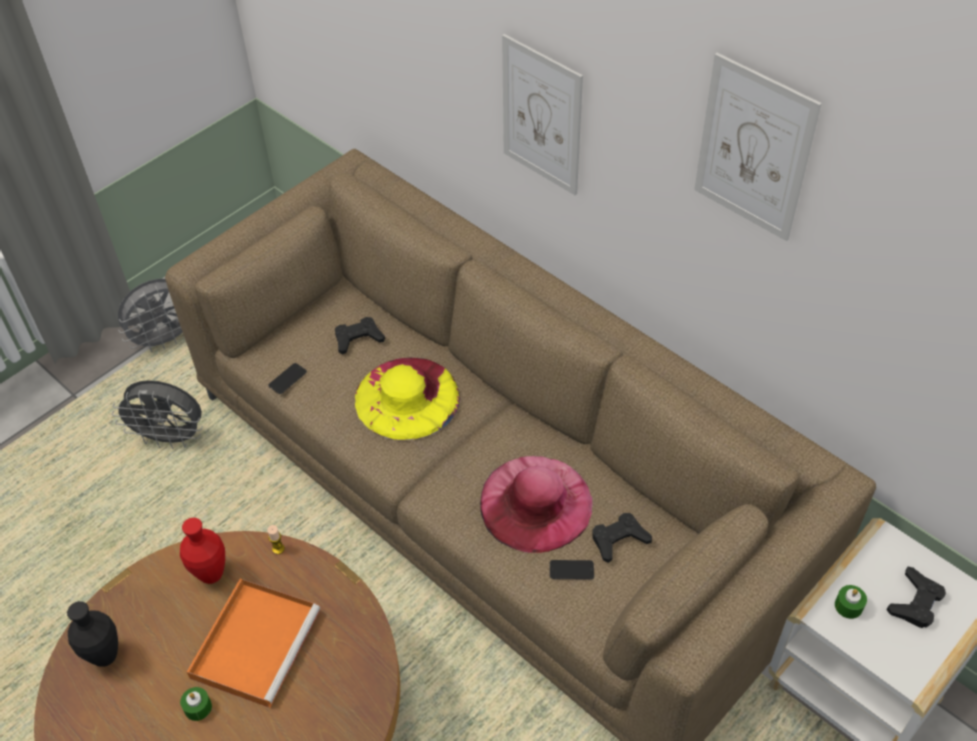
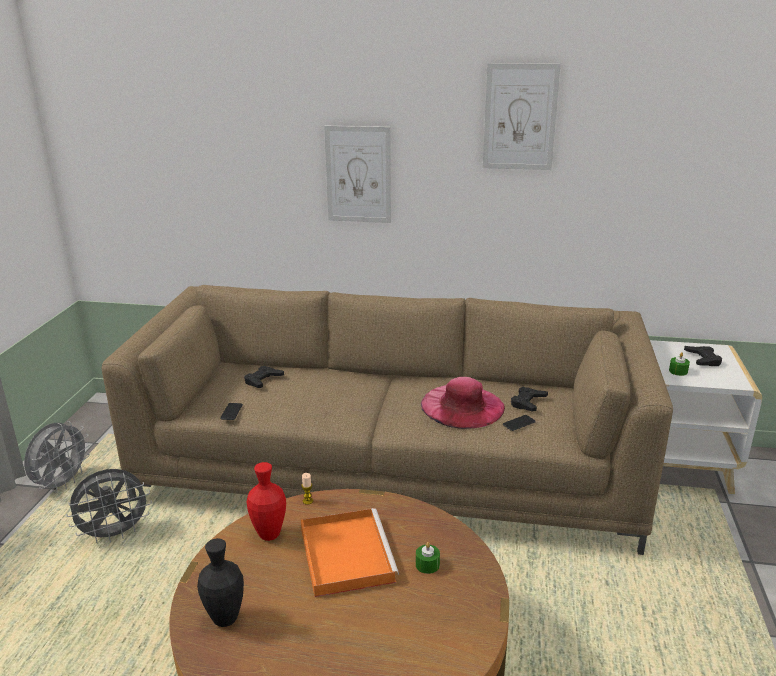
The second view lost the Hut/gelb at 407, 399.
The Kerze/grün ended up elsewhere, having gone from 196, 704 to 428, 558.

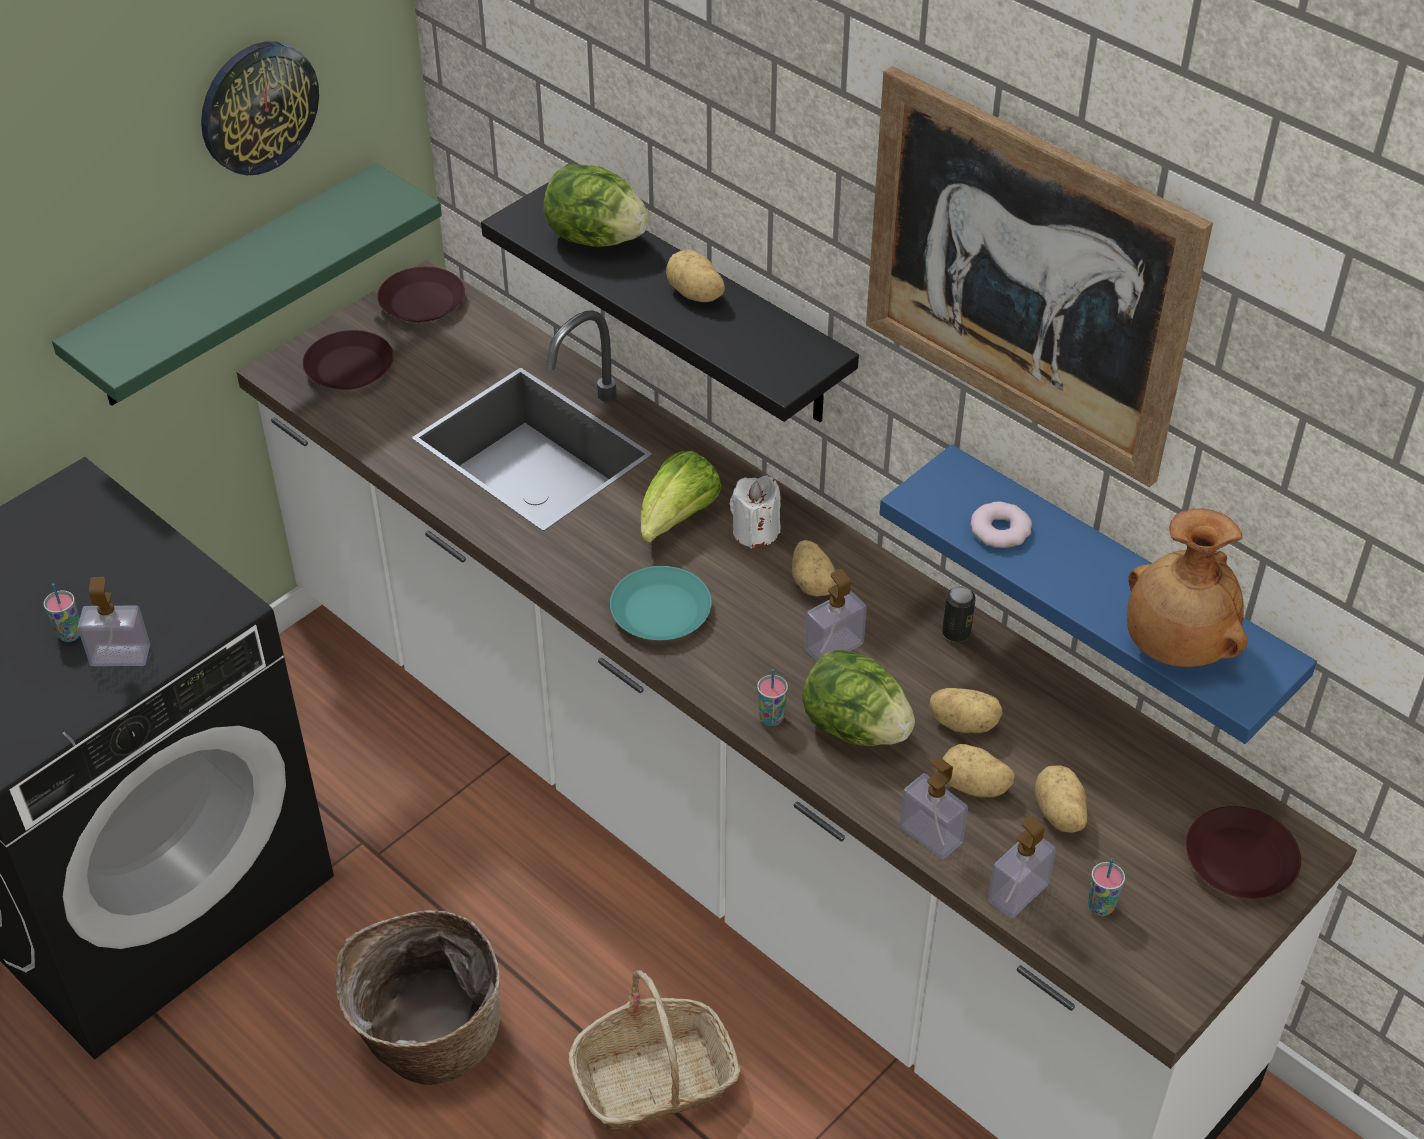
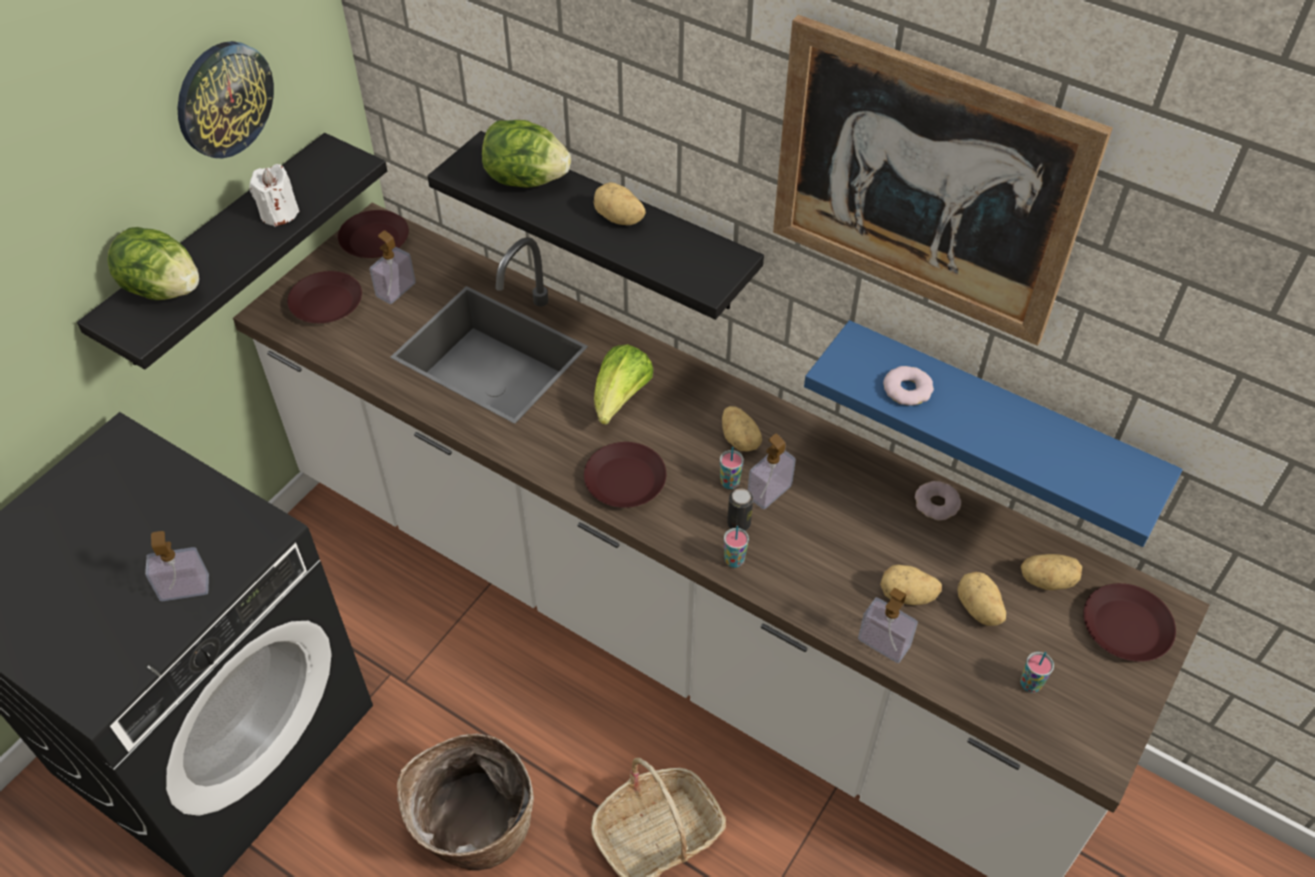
The second view lost the Vase/braun at 1187, 587.
The second view gained the Donut at 938, 500.
The Tasse ended up elsewhere, having gone from 62, 613 to 732, 468.
The Kerze/weiß ended up elsewhere, having gone from 755, 512 to 274, 195.
The Salatkopf ended up elsewhere, having gone from 858, 697 to 153, 263.
The Kartoffel ended up elsewhere, having gone from 966, 710 to 1051, 572.
The Dose ended up elsewhere, having gone from 959, 614 to 740, 509.
The Seifenspender ended up elsewhere, having gone from 1022, 866 to 393, 267.
What was the Wandregal/grün at 247, 284 turned into the Wandregal/schwarz at 232, 251.
What was the Teller/türkis at 661, 603 turned into the Teller/braun at 625, 475.

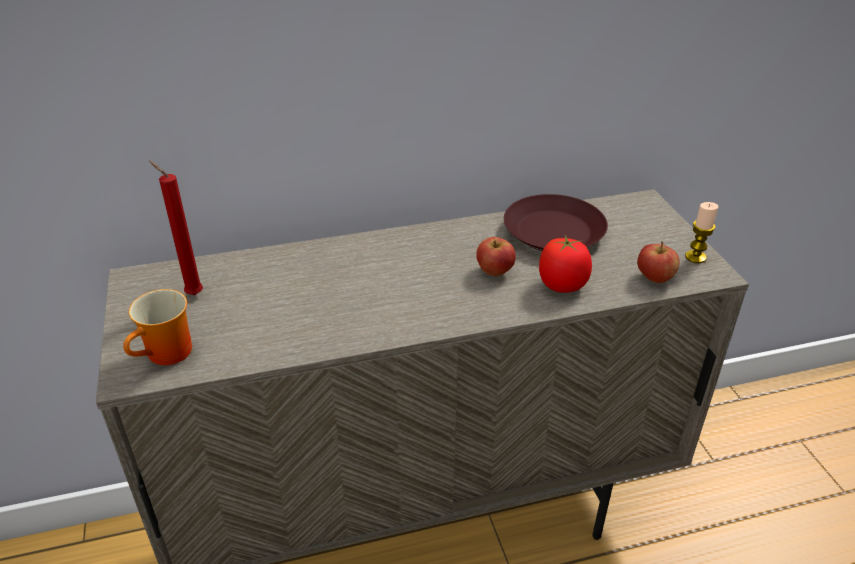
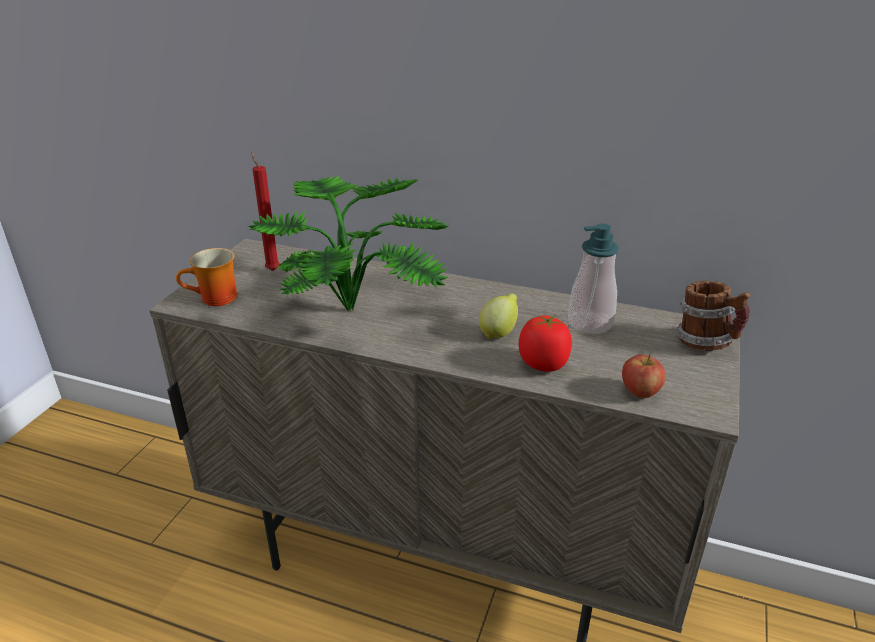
The second view lost the Kerze at 701, 232.
The second view gained the Topfpflanze at 348, 243.
The second view gained the Henkelbecher at 713, 315.
Where the Apfel stood at 496, 256, the Zitrone came to stand at 498, 316.
Where the Teller/braun stood at 556, 222, the Seifenspender came to stand at 593, 279.

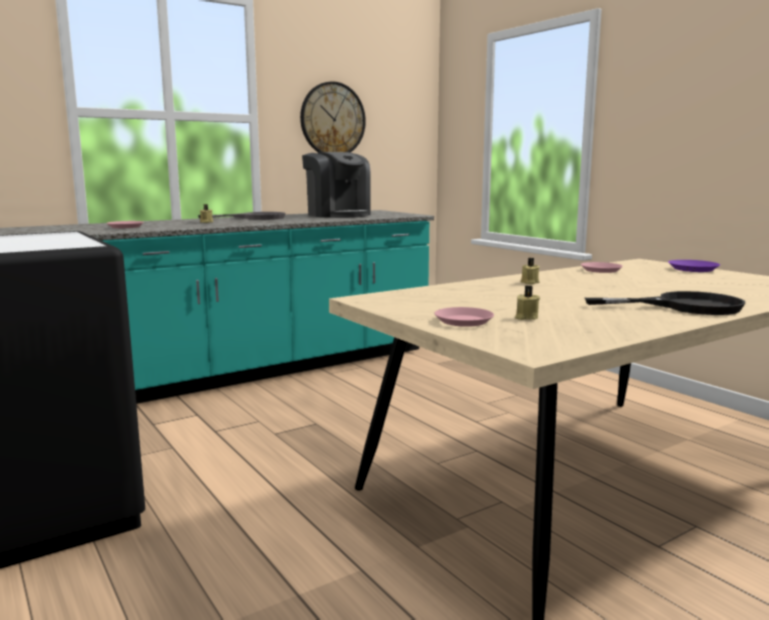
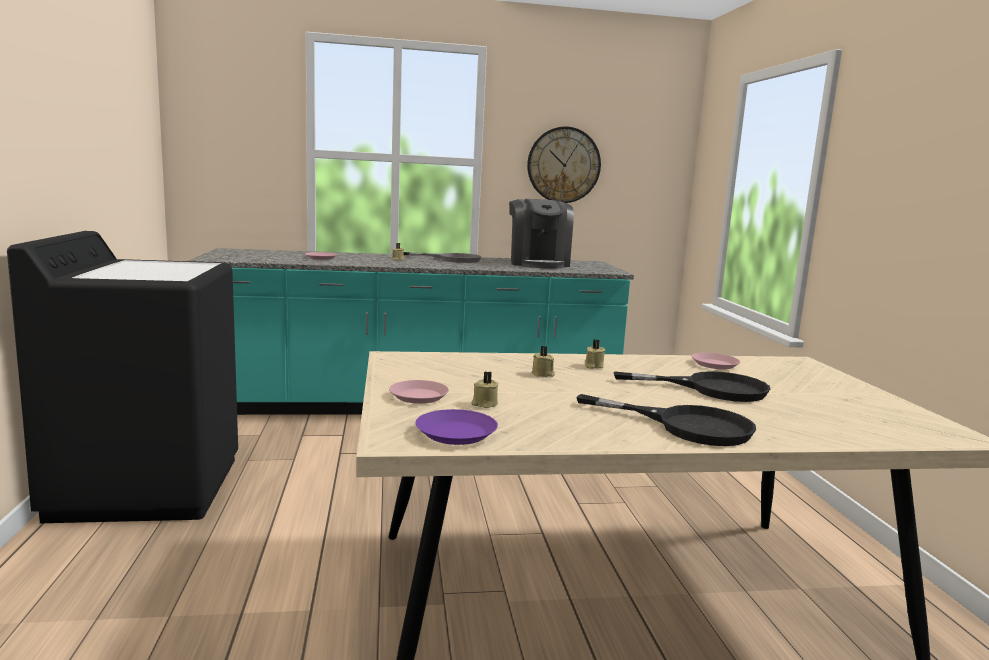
The second view gained the Kerze/beige at 543, 361.
The second view gained the Pfanne/schwarz at 692, 386.
The Teller/lila ended up elsewhere, having gone from 694, 266 to 456, 427.

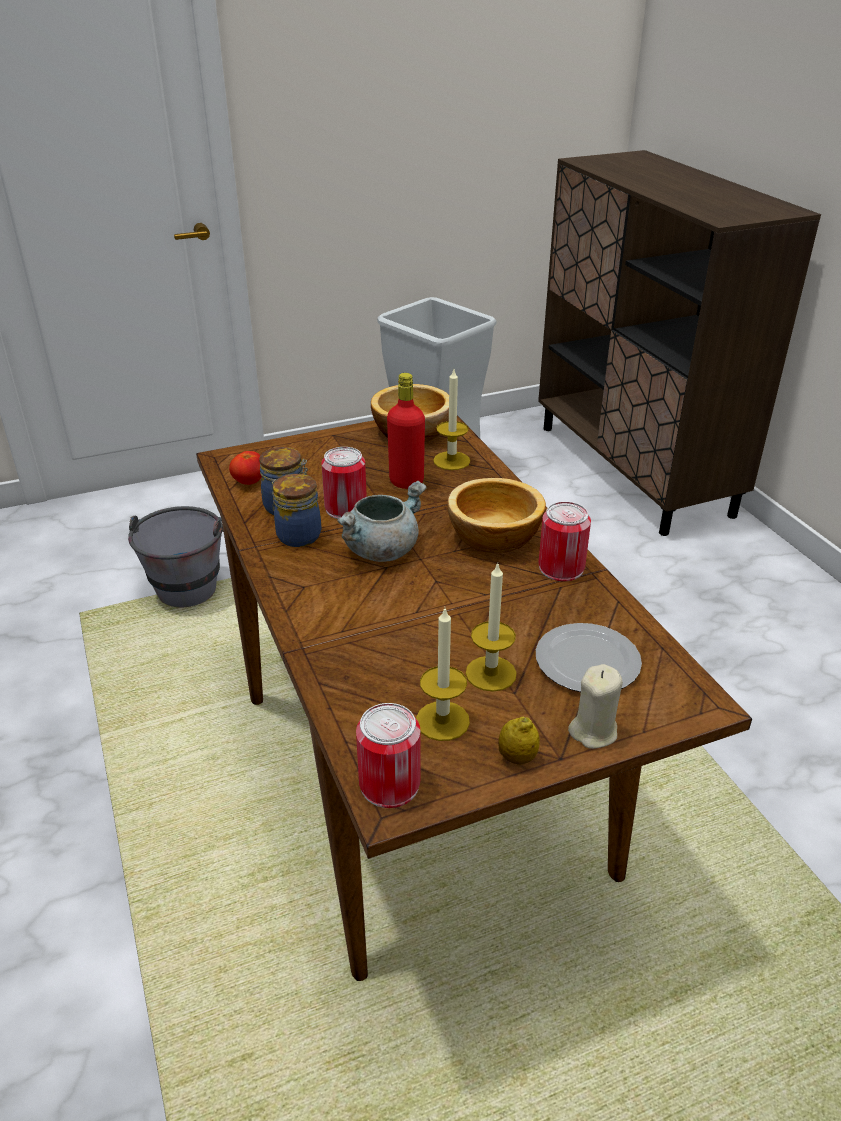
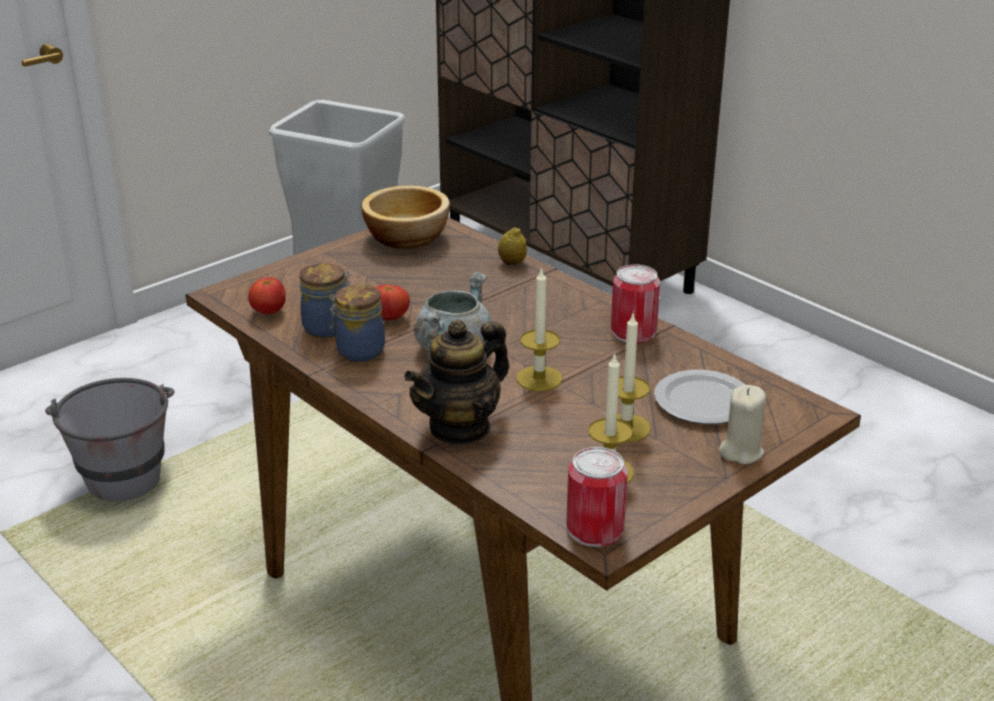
The second view lost the Flasche/rot at 406, 431.
The second view lost the Schüssel at 497, 515.
The second view gained the Teekanne at 456, 383.
The Kerze ended up elsewhere, having gone from 451, 420 to 539, 329.
The Zitrone ended up elsewhere, having gone from 519, 741 to 512, 246.
Where the Dose stood at 344, 483, the Tomate came to stand at 392, 302.

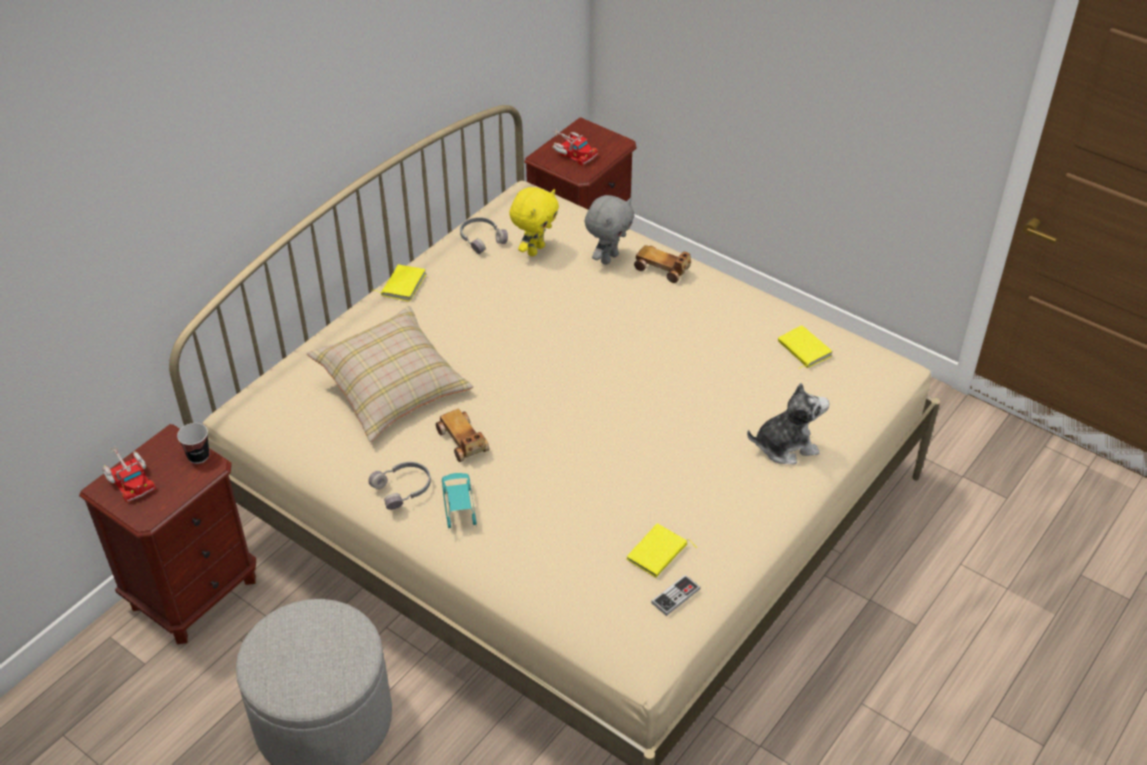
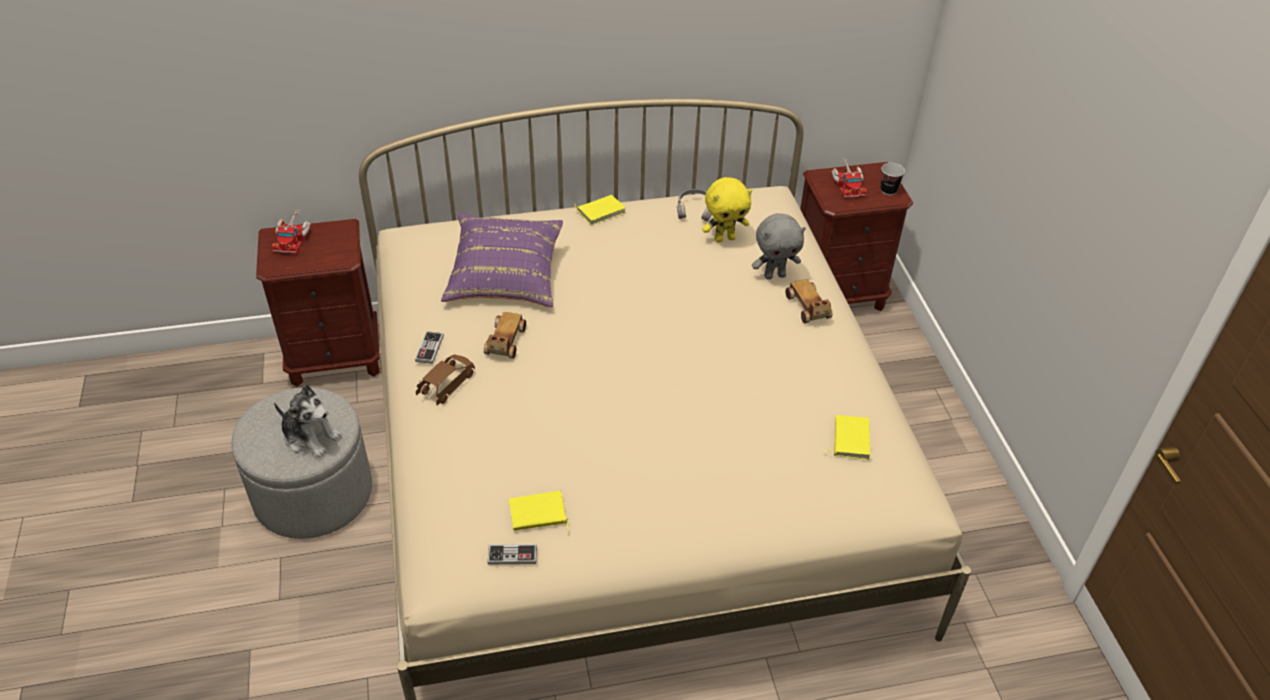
The Tasse ended up elsewhere, having gone from 193, 443 to 892, 179.
The Plüschtier ended up elsewhere, having gone from 788, 424 to 308, 421.
Where the Kopfhörer/grau stood at 399, 486, the Gamepad came to stand at 429, 347.
What was the Kissen/beige at 390, 374 turned into the Kissen/lila at 502, 260.
What was the Spielzeugauto/türkis at 459, 501 turned into the Spielzeugauto/braun at 445, 380.

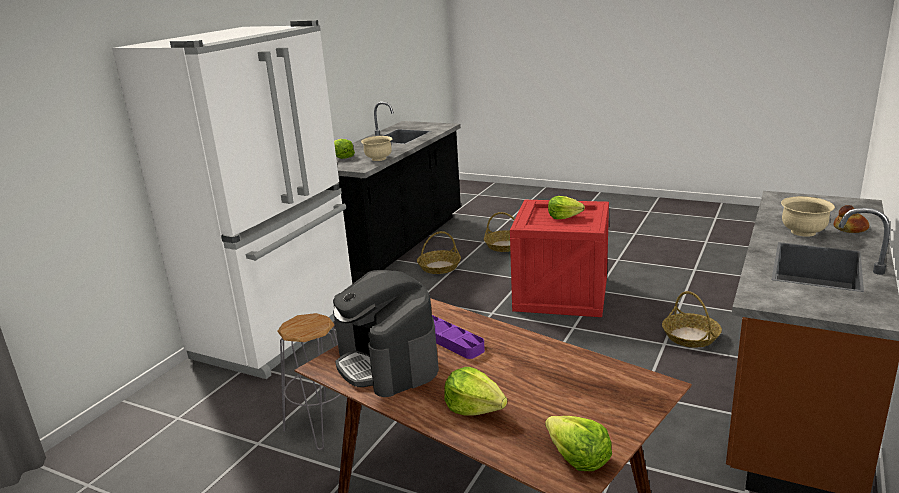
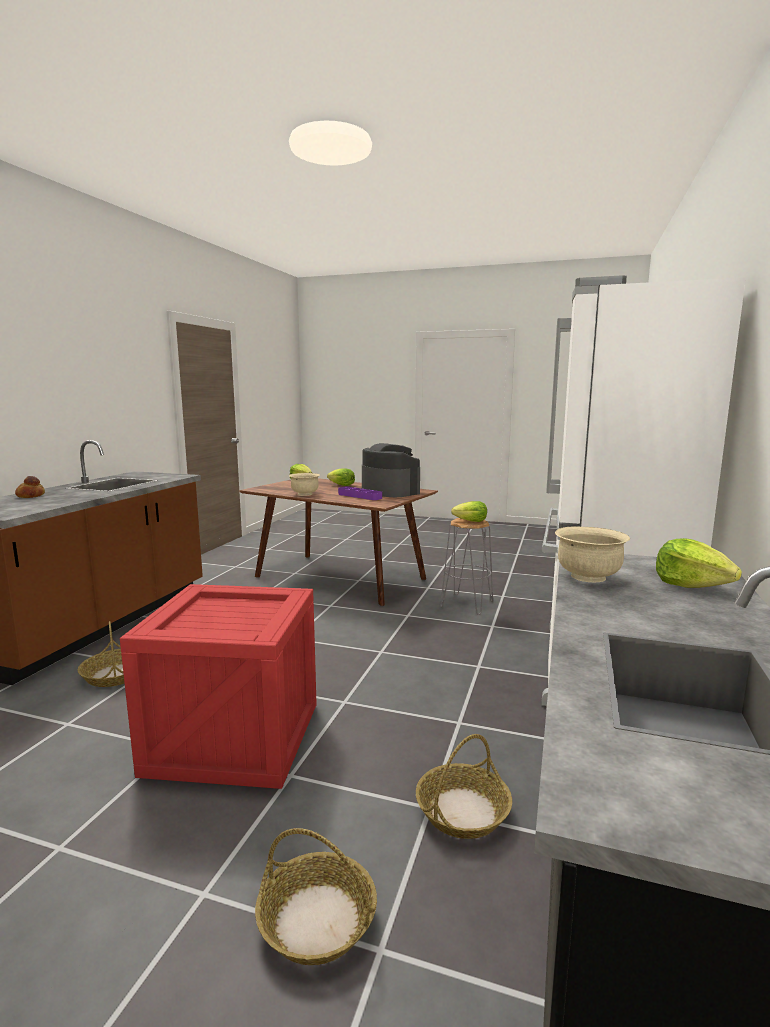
The Salatkopf ended up elsewhere, having gone from 566, 207 to 469, 511.
The Schüssel/beige ended up elsewhere, having gone from 808, 216 to 304, 484.

